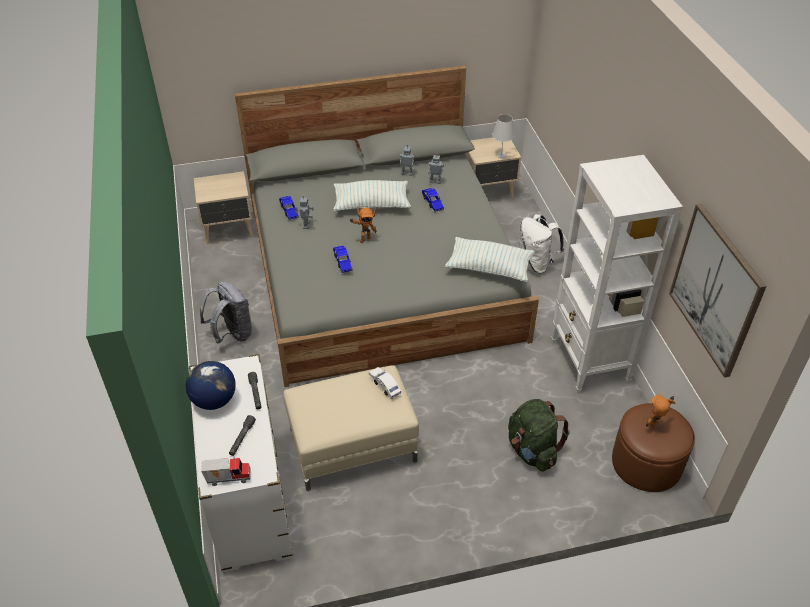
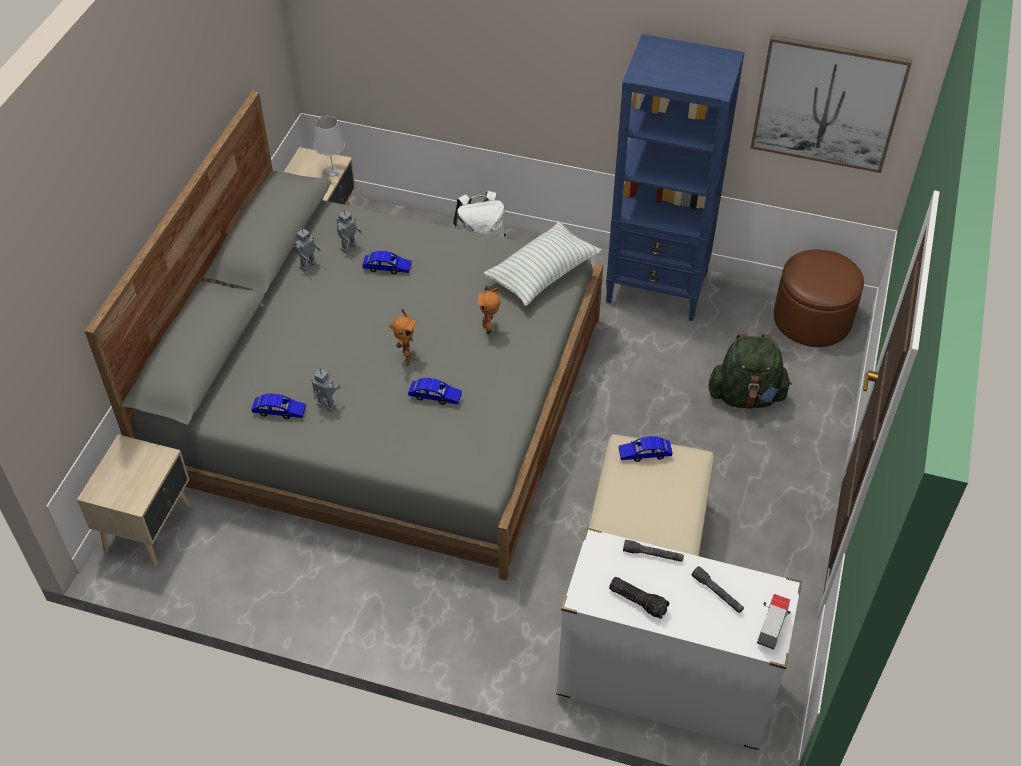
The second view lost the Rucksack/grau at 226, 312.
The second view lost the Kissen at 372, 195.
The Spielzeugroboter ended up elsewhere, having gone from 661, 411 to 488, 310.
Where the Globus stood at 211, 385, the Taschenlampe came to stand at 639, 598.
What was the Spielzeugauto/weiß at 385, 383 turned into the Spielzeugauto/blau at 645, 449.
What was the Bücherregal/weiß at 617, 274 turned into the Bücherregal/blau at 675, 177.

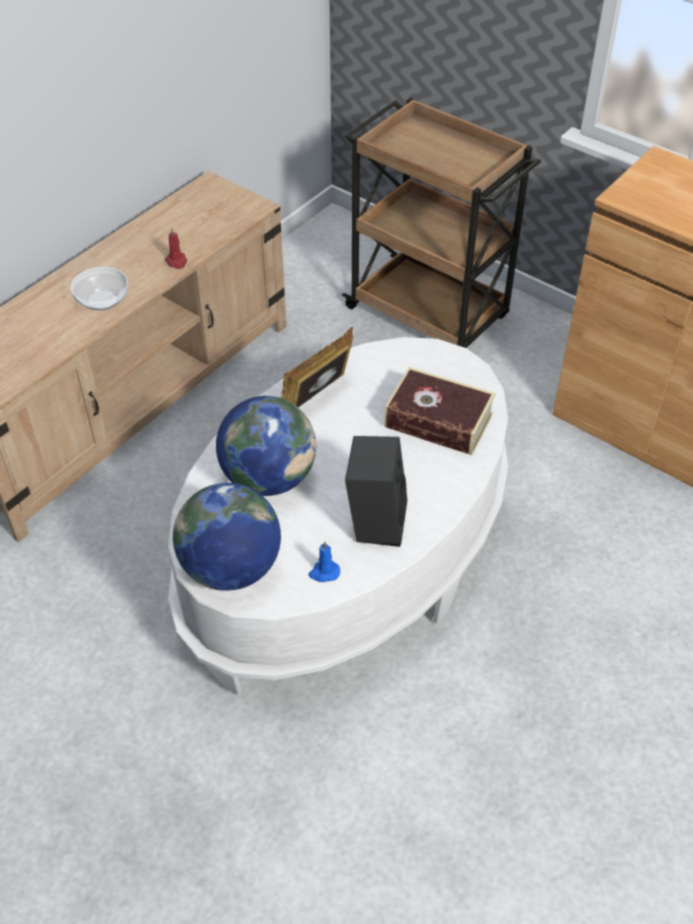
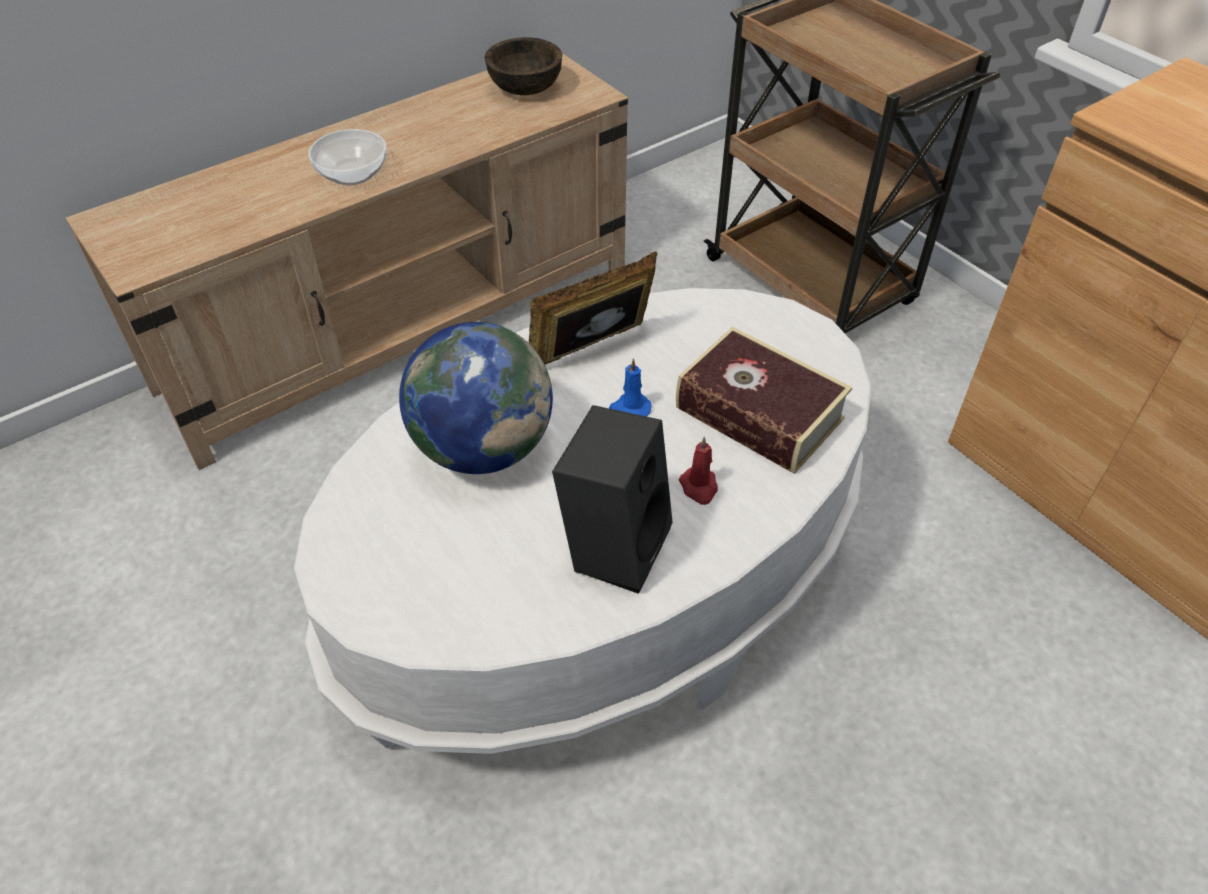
The second view lost the Globus at 227, 537.
The second view gained the Schüssel/braun at 523, 66.
The Kerze/rot ended up elsewhere, having gone from 176, 248 to 698, 470.
The Kerze/blau ended up elsewhere, having gone from 324, 561 to 630, 387.

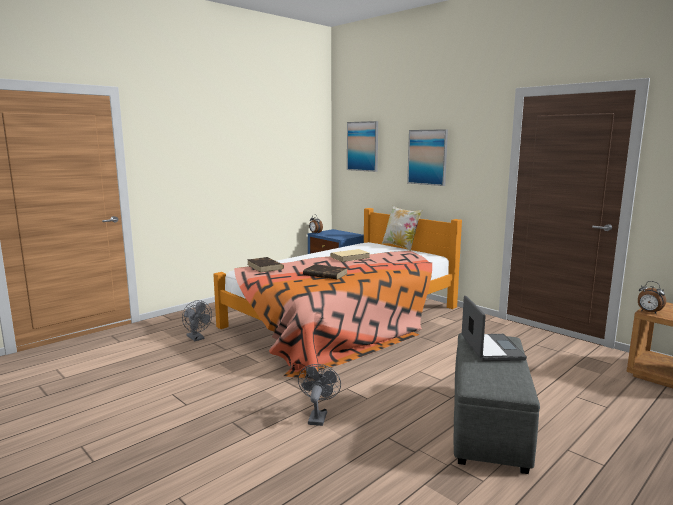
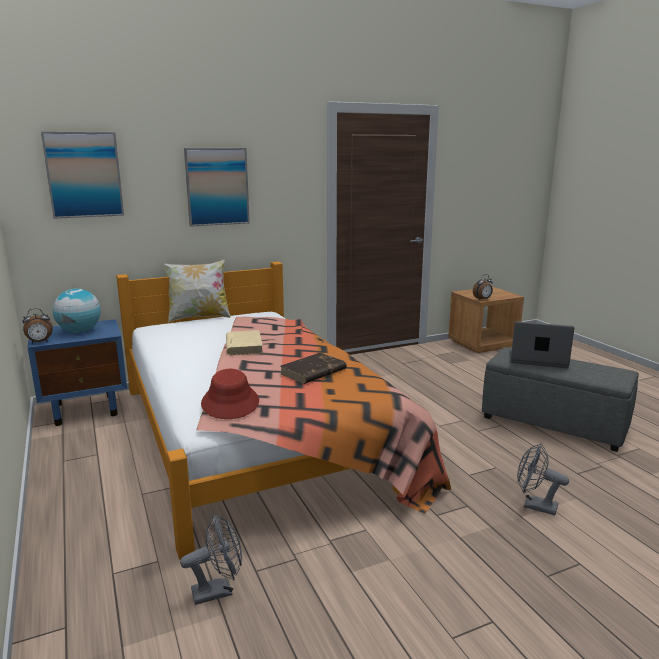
The second view gained the Globus at 77, 311.
Where the Buch/braun stood at 266, 265, the Hut/rot came to stand at 230, 394.

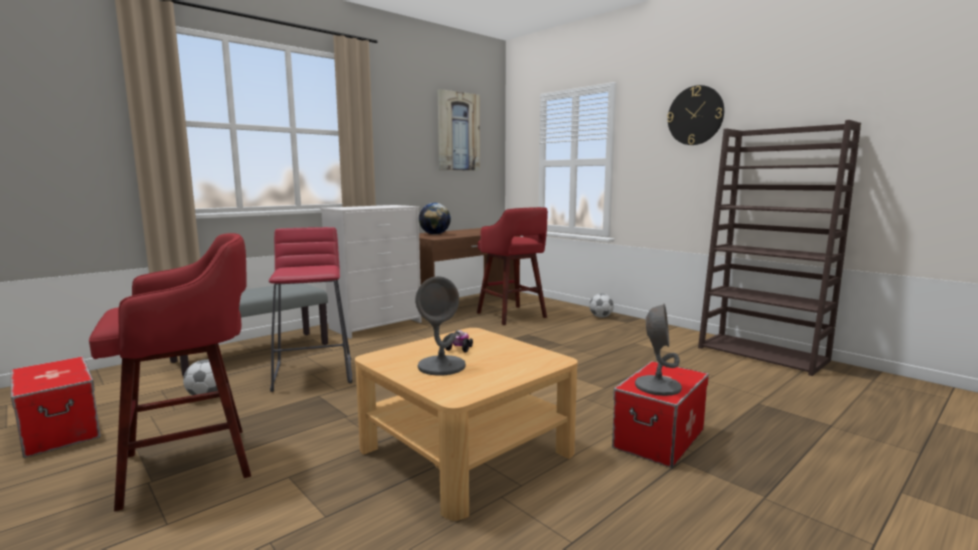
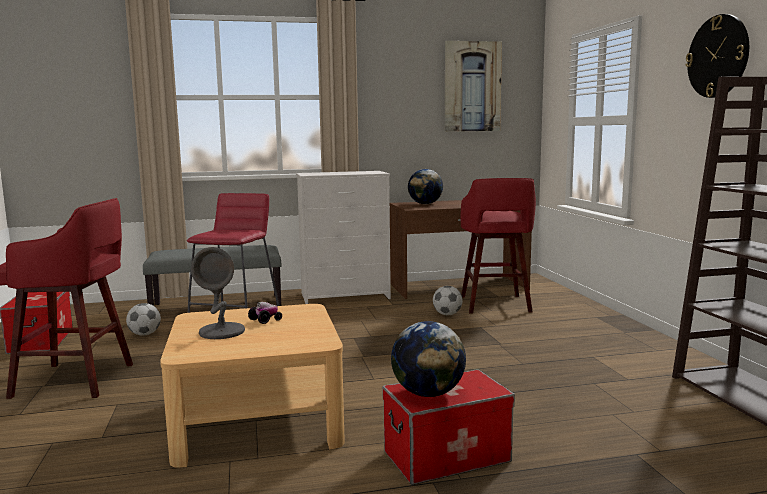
The Fußball ended up elsewhere, having gone from 601, 306 to 448, 300.
Where the Tischlampe/grau stood at 658, 349, the Globus came to stand at 428, 359.

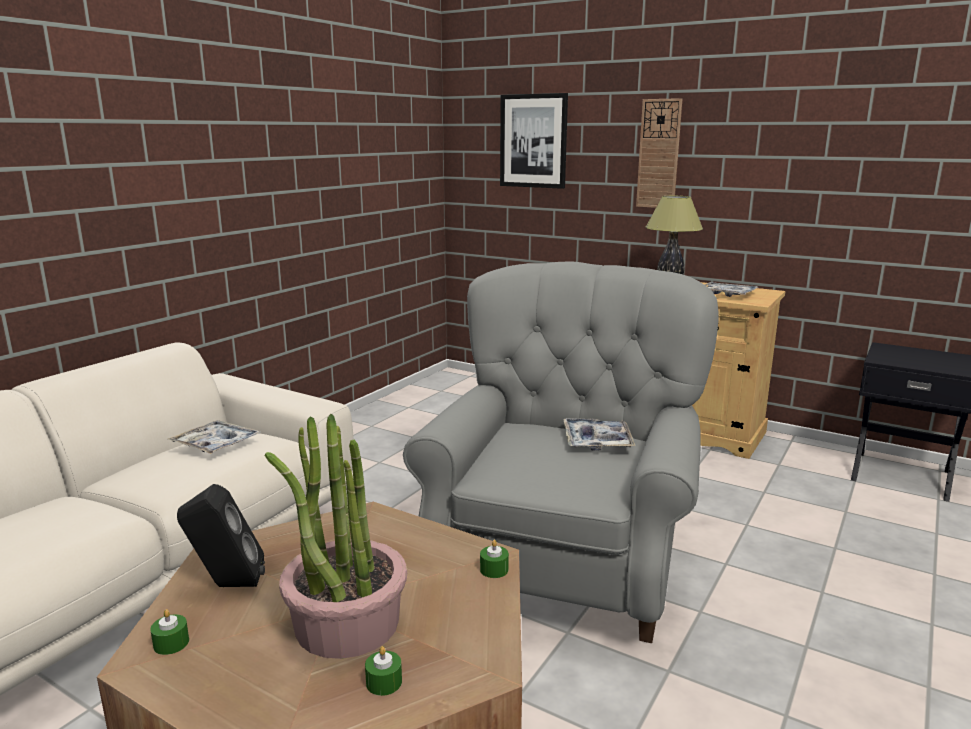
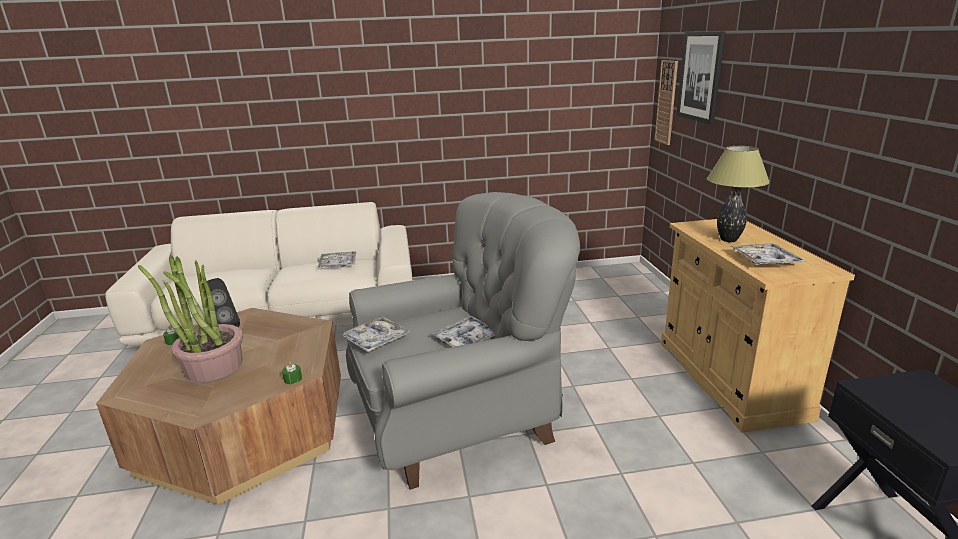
The second view lost the Kerze/grün at 383, 671.
The second view gained the Tablett at 375, 334.
The Wanduhr ended up elsewhere, having gone from 659, 153 to 666, 102.

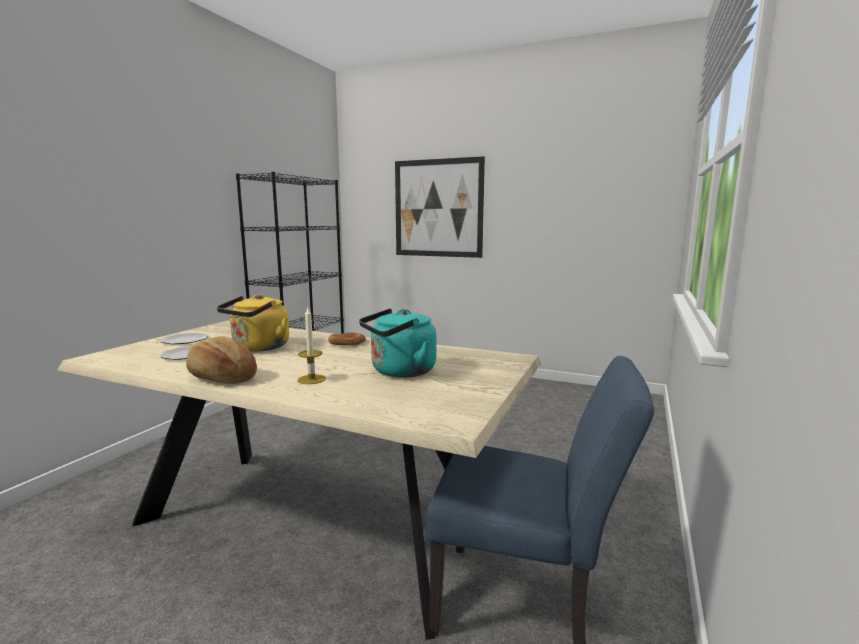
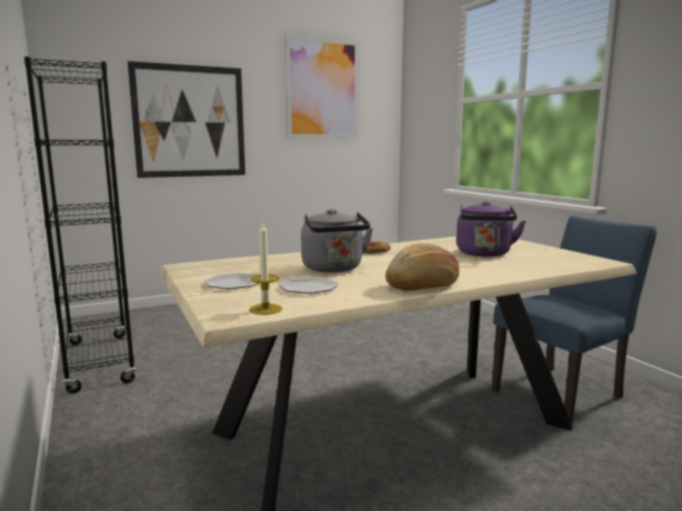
The second view gained the Bild at 322, 86.
The Kerze ended up elsewhere, having gone from 311, 346 to 265, 269.
What was the Wasserkessel/gelb at 253, 323 turned into the Wasserkessel/grau at 337, 241.
What was the Wasserkessel/türkis at 397, 343 turned into the Wasserkessel/lila at 491, 229.

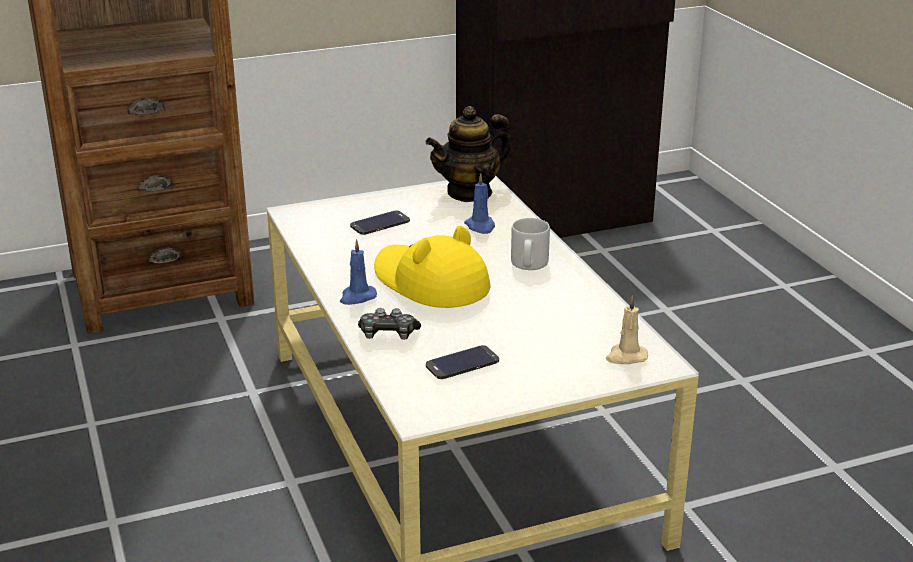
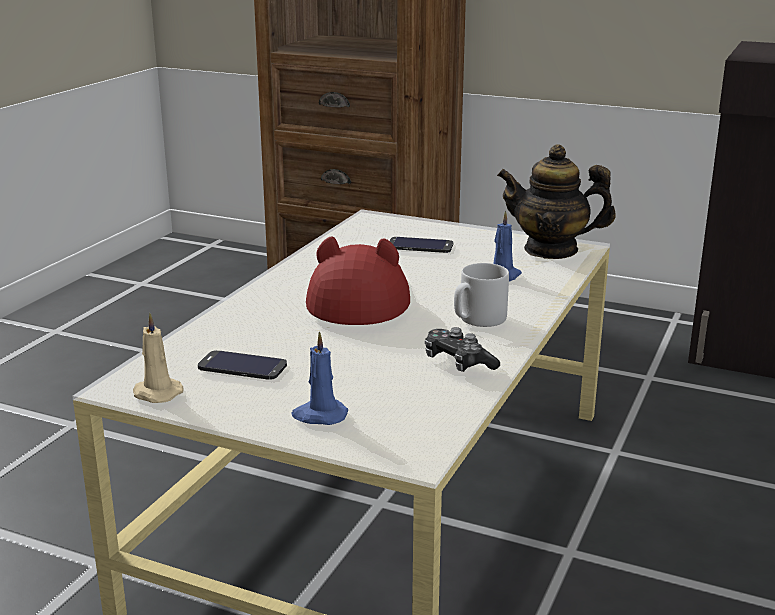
The Kerze/blau ended up elsewhere, having gone from 358, 272 to 320, 378.
The Gamepad ended up elsewhere, having gone from 389, 324 to 462, 349.
The Kerze/beige ended up elsewhere, having gone from 627, 329 to 158, 358.
What was the Hut/gelb at 432, 267 turned into the Hut/rot at 358, 281.

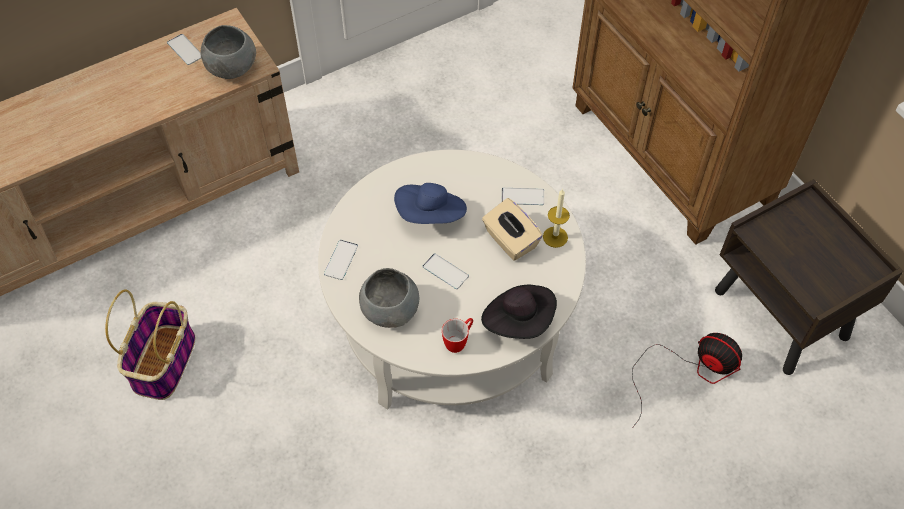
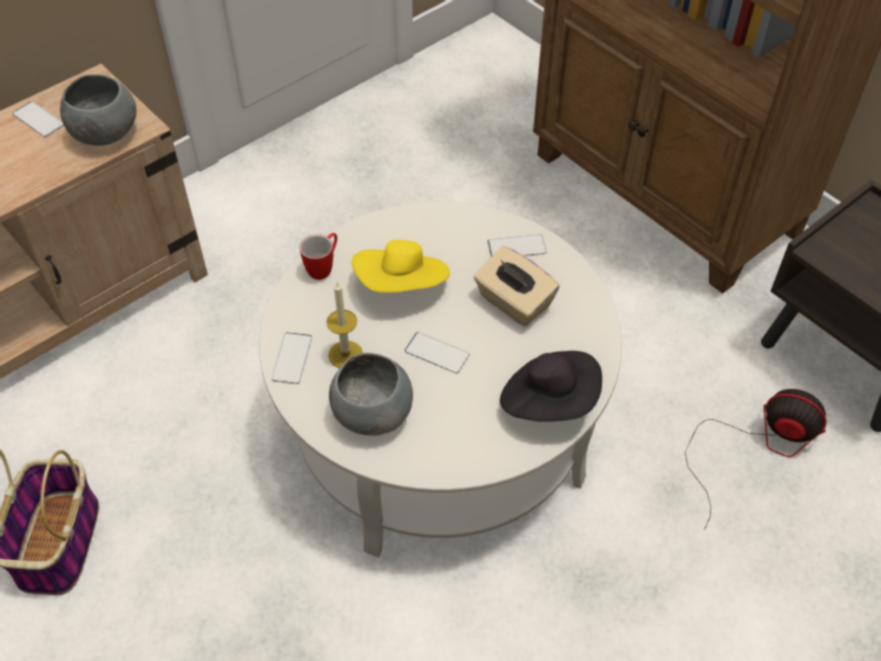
The Henkelbecher ended up elsewhere, having gone from 457, 335 to 318, 256.
The Kerze ended up elsewhere, having gone from 556, 218 to 344, 325.
What was the Hut/blau at 430, 203 turned into the Hut/gelb at 401, 266.

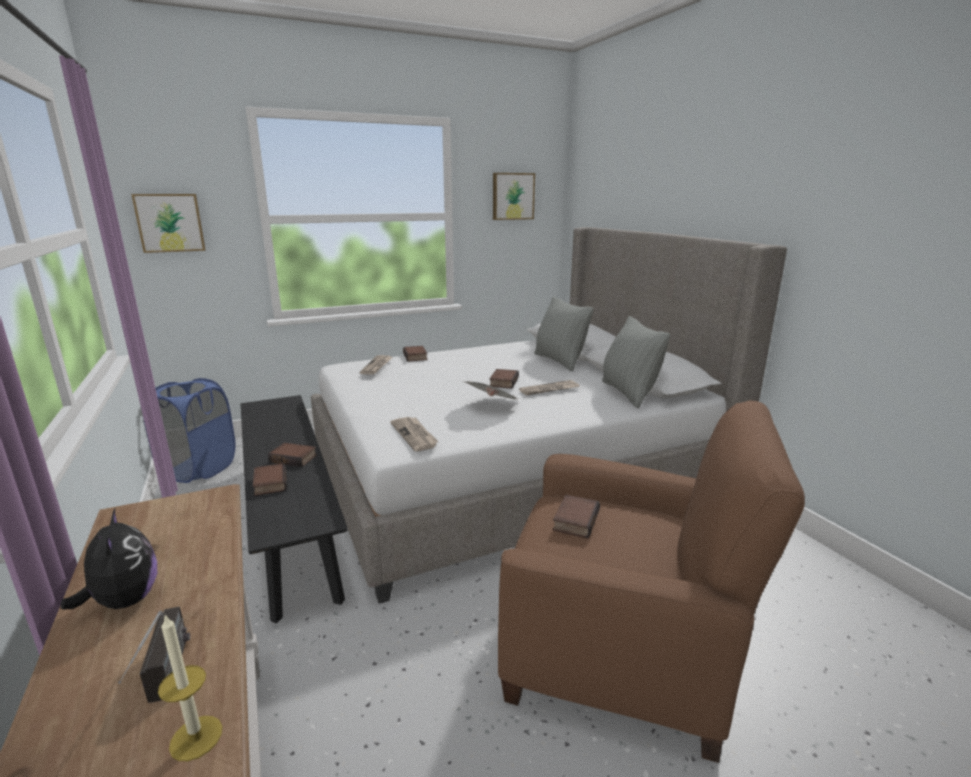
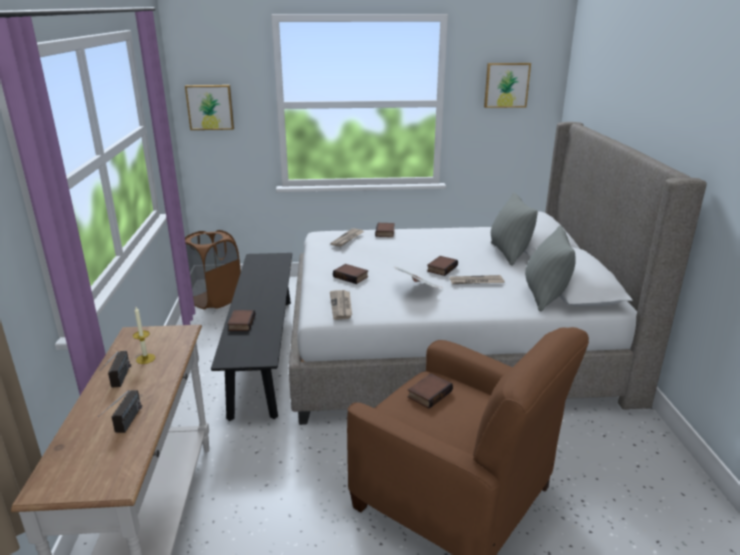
The Kerze ended up elsewhere, having gone from 190, 688 to 144, 335.
The Buch ended up elsewhere, having gone from 292, 455 to 350, 274.
Where the Plüschtier stood at 109, 558, the Radio came to stand at 115, 369.
What was the Wäschekorb/blau at 189, 430 turned into the Wäschekorb/braun at 213, 269.

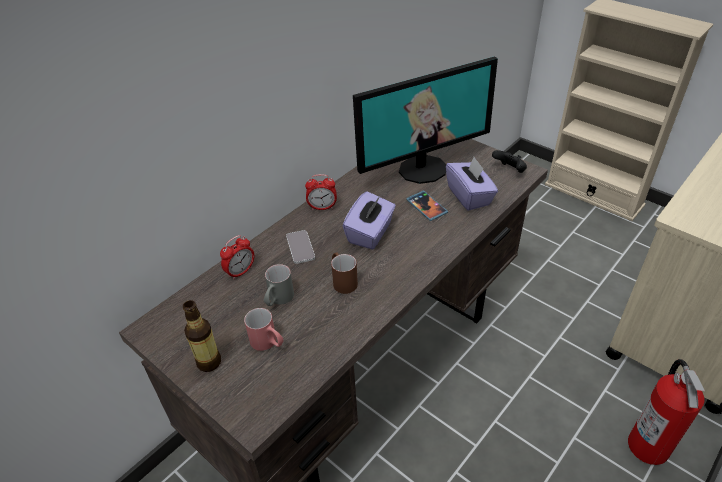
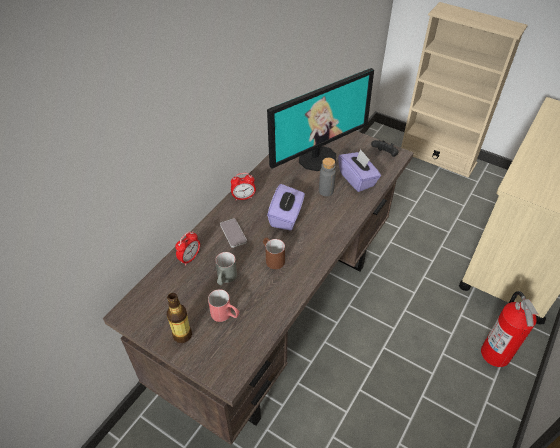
Where the Handy stood at 427, 206, the Flasche/grau came to stand at 327, 177.

